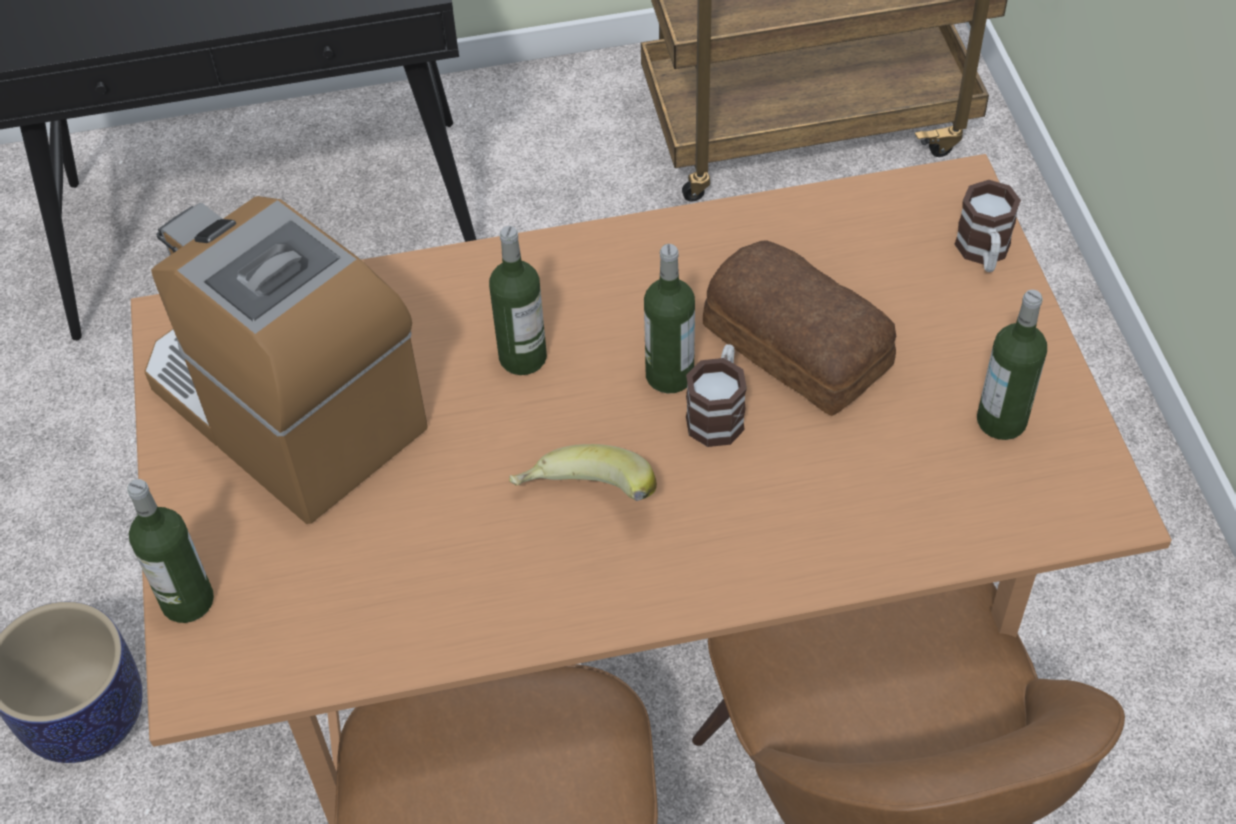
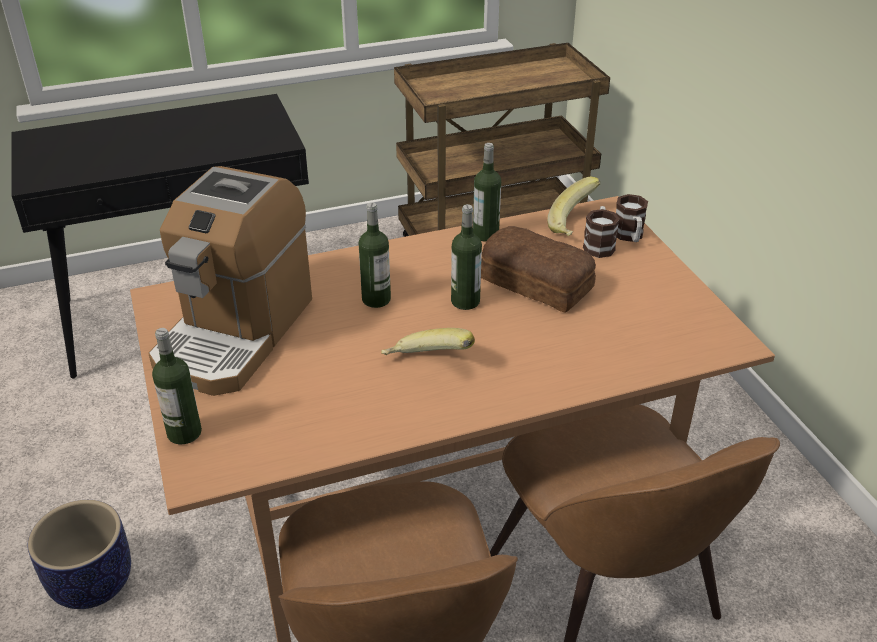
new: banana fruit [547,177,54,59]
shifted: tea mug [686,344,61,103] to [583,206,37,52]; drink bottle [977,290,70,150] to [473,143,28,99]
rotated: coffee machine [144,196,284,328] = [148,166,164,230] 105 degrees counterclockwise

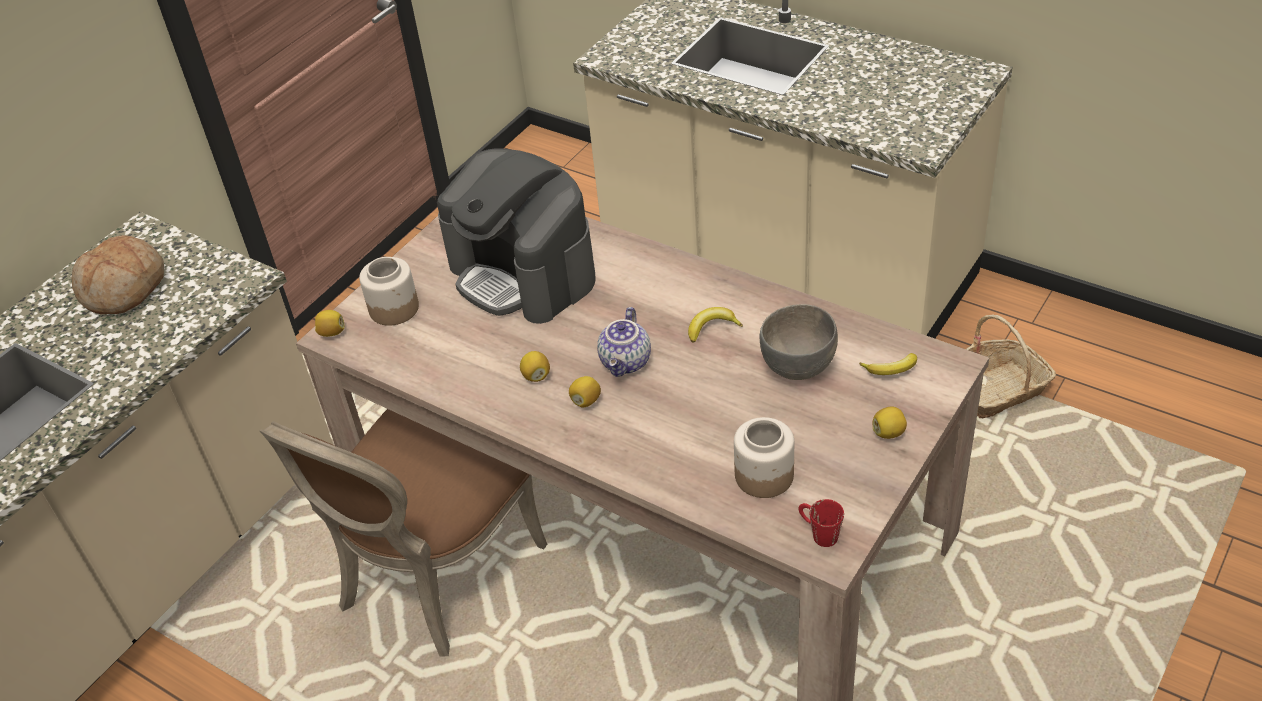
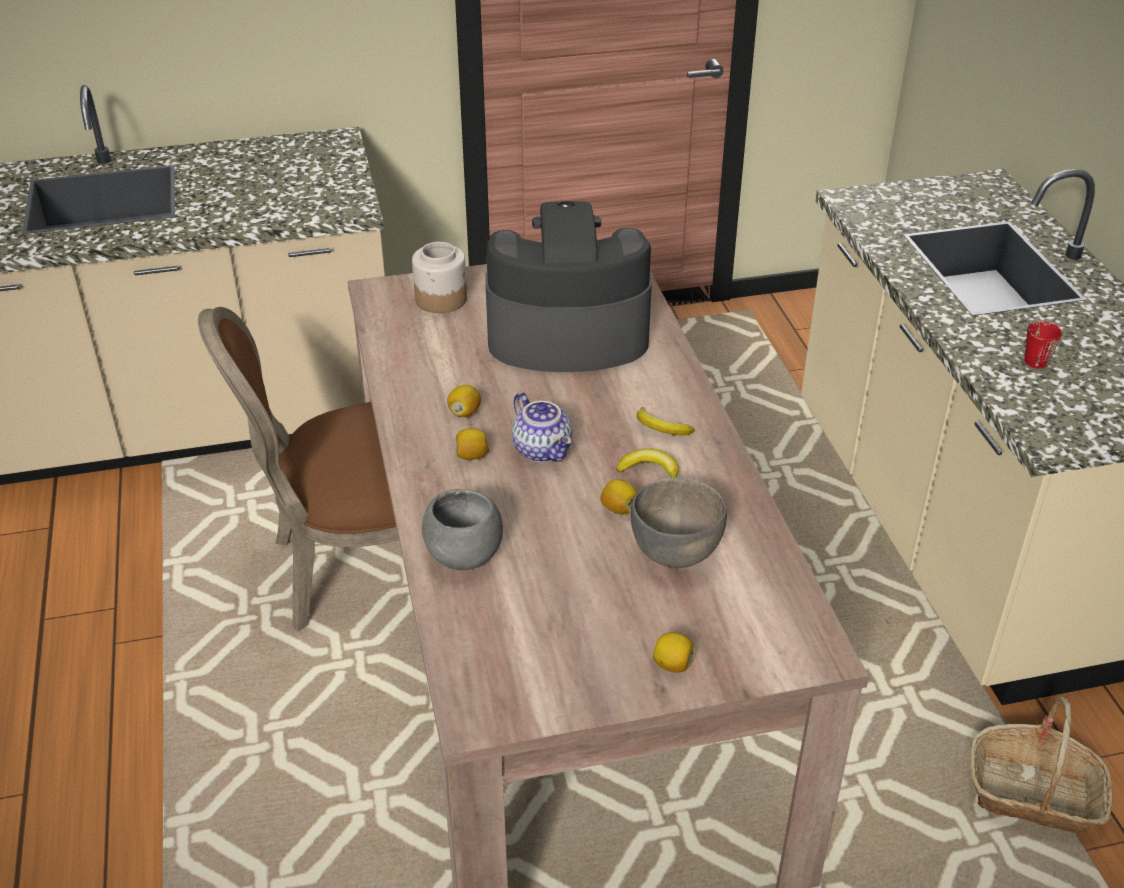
gone: bread [71,235,93,79]; storage jar [734,417,60,81]
new: deep dish (greyish) [422,489,81,81]
shifted: whole lemon [315,310,30,27] to [600,479,37,35]; tea mug (red-coloured) [799,499,45,48] to [1024,321,38,48]; banana fruit [859,353,58,22] to [637,407,58,29]
rotated: coffee machine [437,149,159,175] = [485,201,167,171] 90 degrees clockwise; teapot [597,307,54,70] = [512,392,60,71] 90 degrees counterclockwise

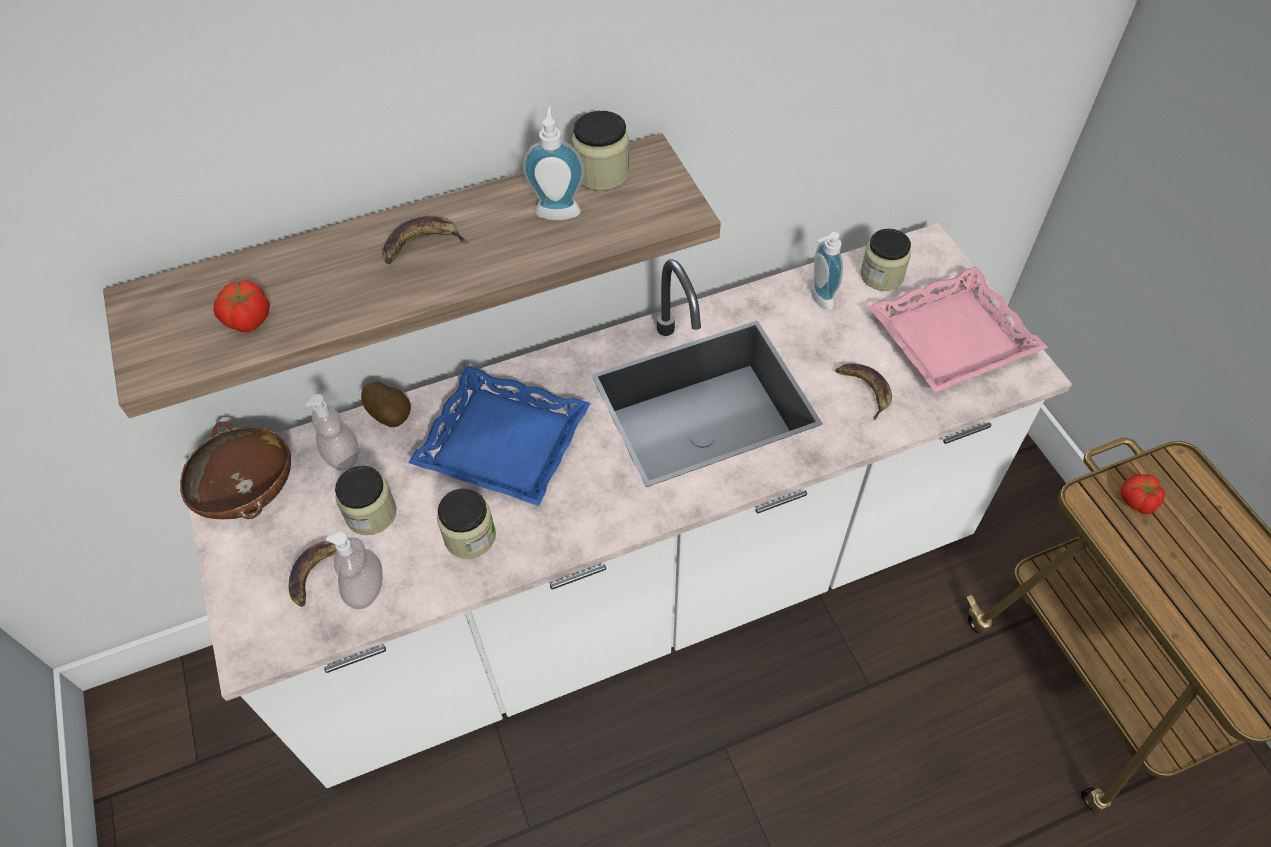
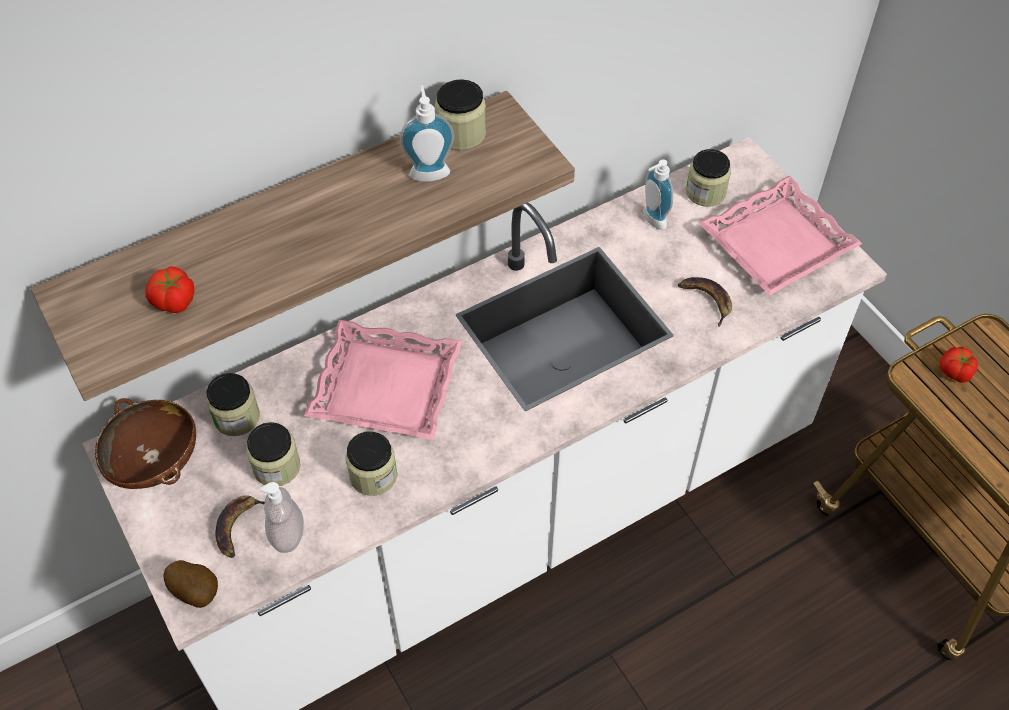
gone: banana fruit [382,216,86,48]
shifted: potato [361,382,50,45] to [164,560,54,48]
swapped: soap bottle [305,394,54,77] to storage jar [206,373,54,63]
repainted: carrying tray (blue-coloured) [408,366,183,140] to carrying tray (pink-coloured) [304,320,158,120]

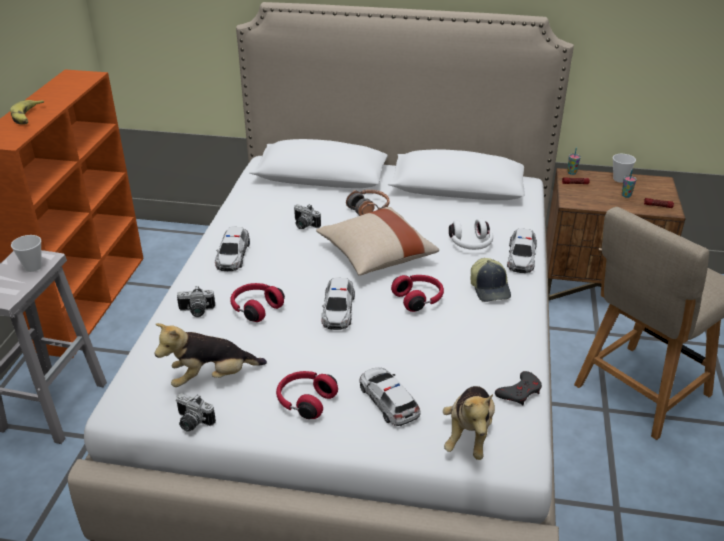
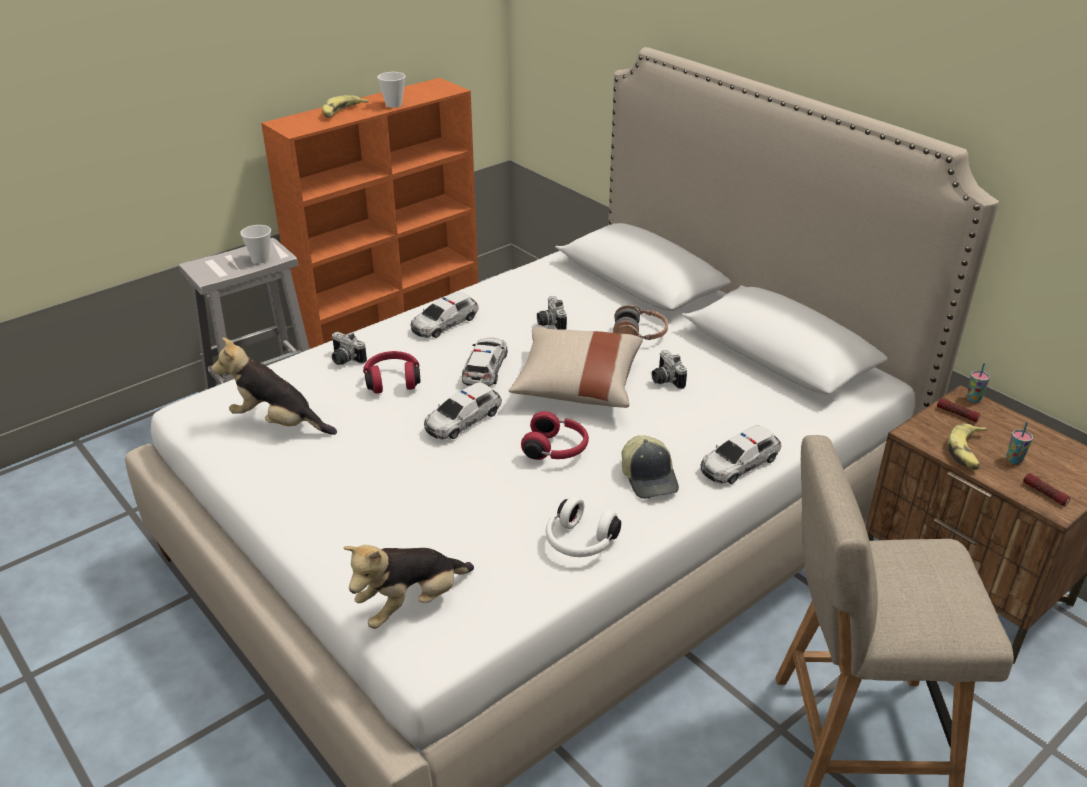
gone: pair of headphones (red-coloured) [276,371,62,48]; game controller (greyish) [495,371,47,34]
new: banana fruit [948,423,39,47]
shifted: still camera [175,393,41,39] to [652,350,35,39]; model car [360,368,61,58] to [462,338,45,49]; pair of headphones (whitish) [449,218,44,32] to [546,496,75,61]; cup [613,154,23,29] to [377,72,29,36]
rotated: cap [470,258,41,44] = [622,435,57,64] 45 degrees counterclockwise

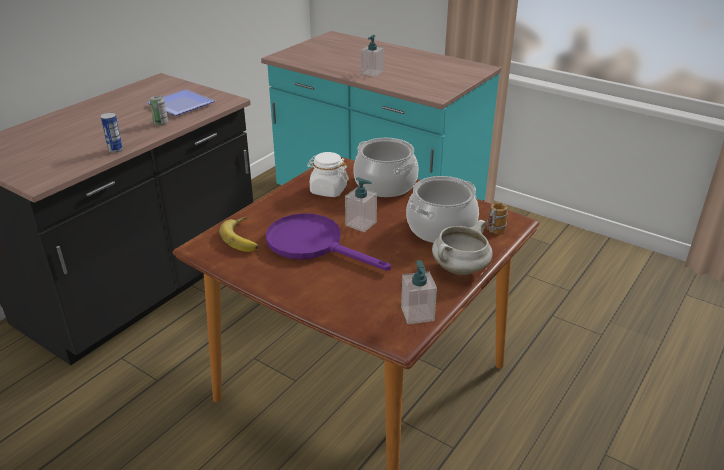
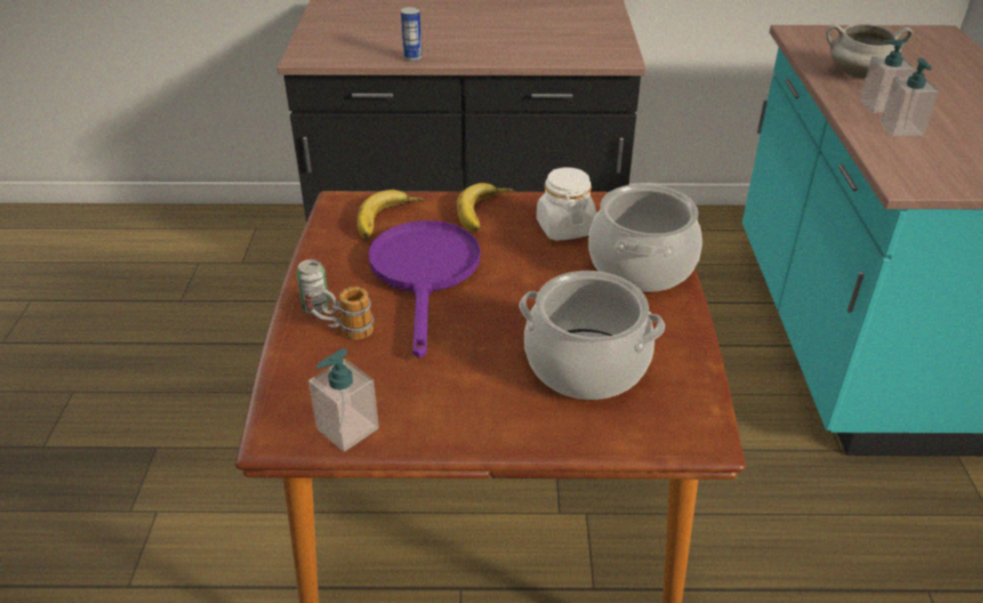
gone: plate [147,89,68,27]
new: banana fruit [457,183,57,49]
shifted: can [150,95,18,30] to [296,259,34,55]; soap bottle [345,177,32,55] to [880,58,59,78]; cooking pot (whitish) [432,220,61,55] to [826,23,87,55]; tea mug [487,203,21,31] to [304,287,70,53]

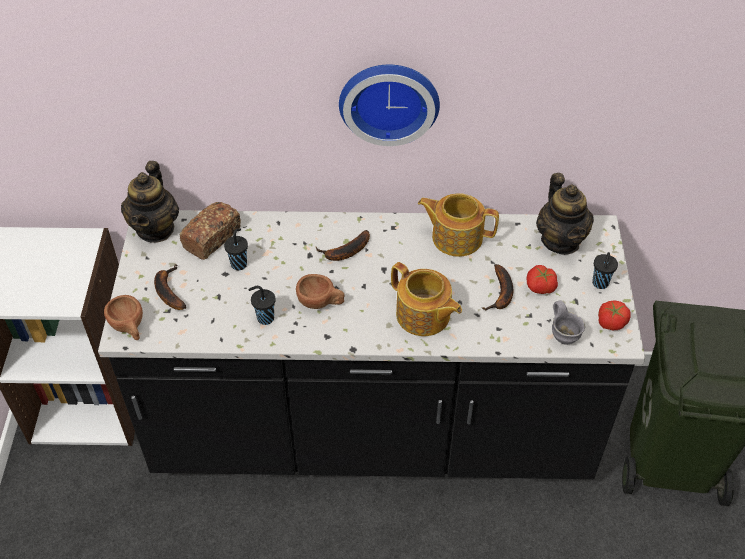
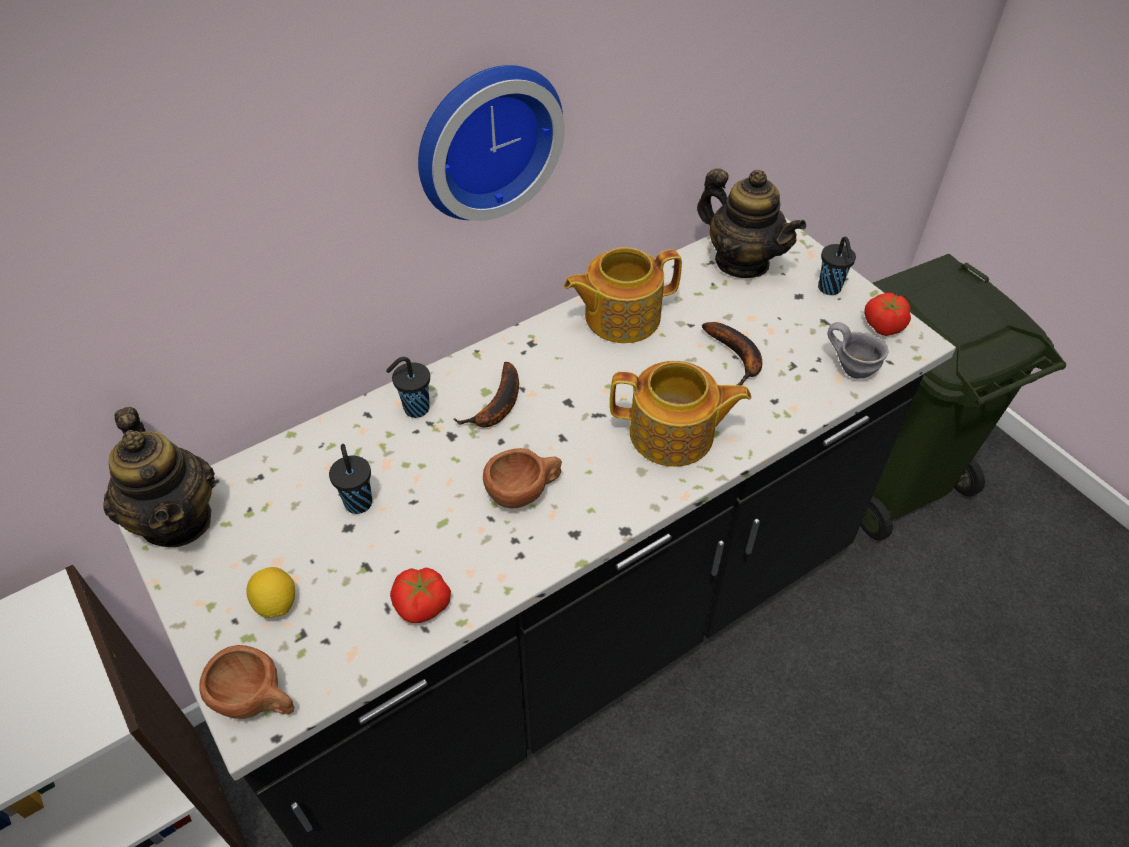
gone: bread [180,202,61,58]
shifted: cup (black-coloured) [249,286,27,39] to [386,357,44,61]; whole tomato [526,265,32,29] to [390,567,61,56]
swapped: banana fruit [154,264,32,46] to whole lemon [246,567,49,51]

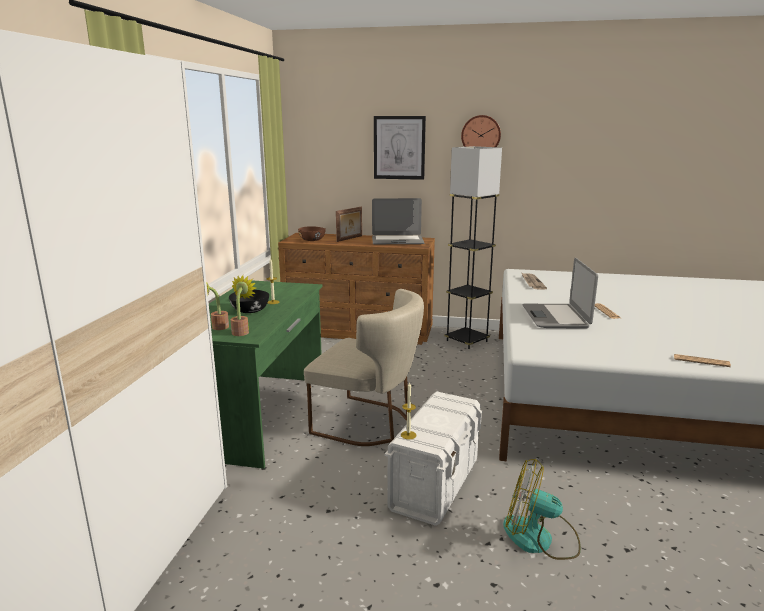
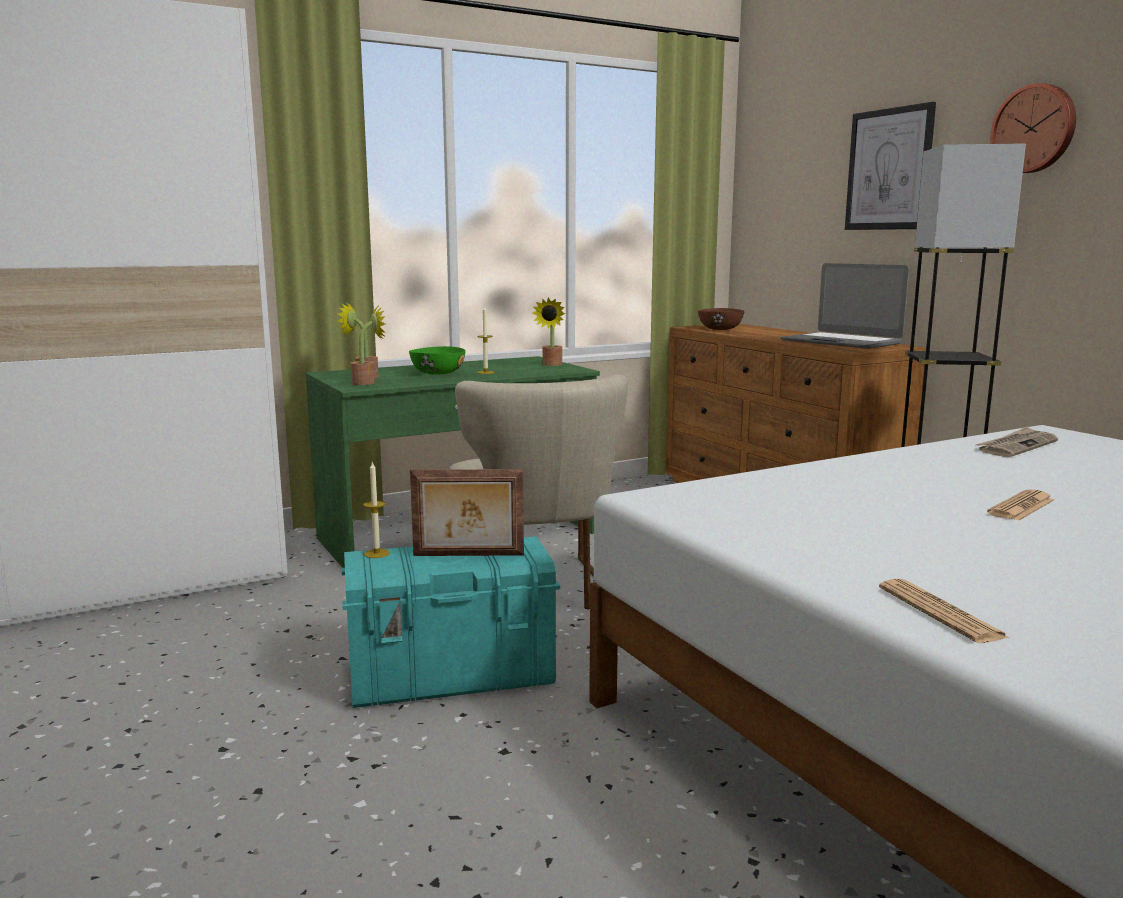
gone: electric fan [503,459,78,101]; portable computer [522,258,76,70]
new: potted plant [532,298,33,68]
shifted: picture frame [336,207,26,35] to [410,469,114,87]
repainted: deep dish (black-coloured) [229,290,40,23] to deep dish (green) [409,346,57,29]; storage bin (whitish) [385,391,98,135] to storage bin (turquoise-coloured) [342,537,218,171]

